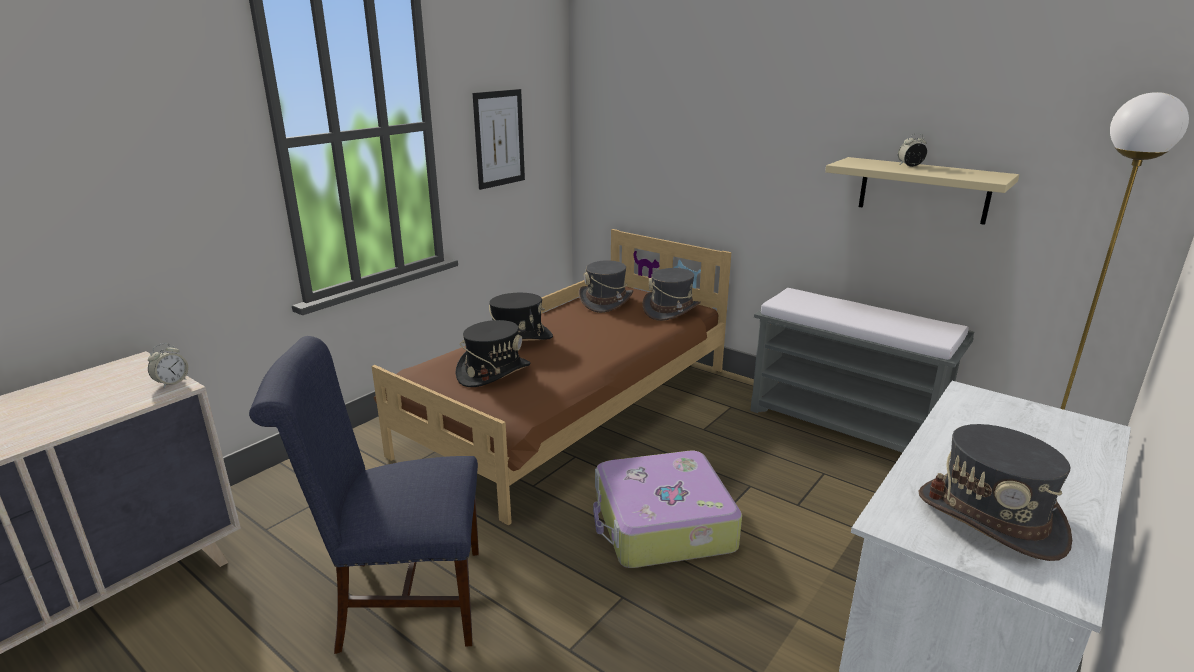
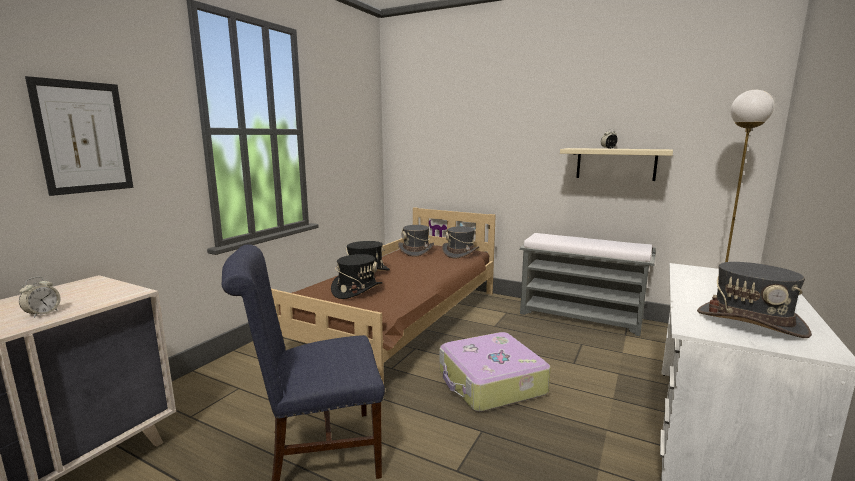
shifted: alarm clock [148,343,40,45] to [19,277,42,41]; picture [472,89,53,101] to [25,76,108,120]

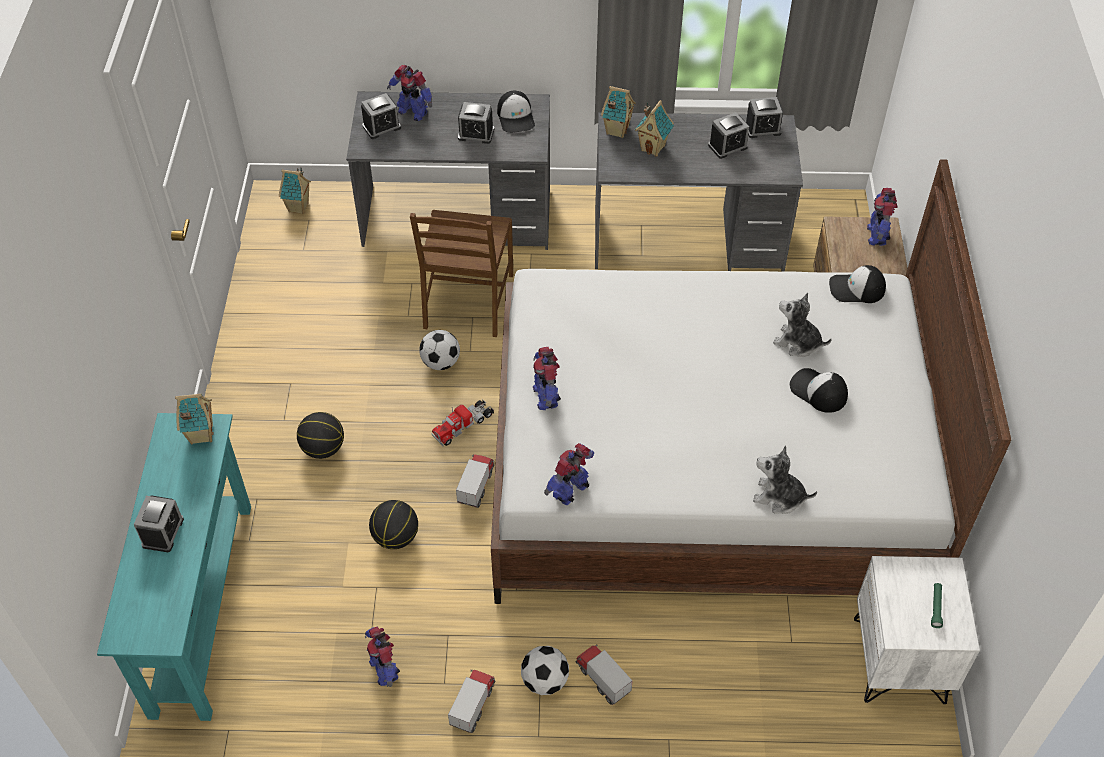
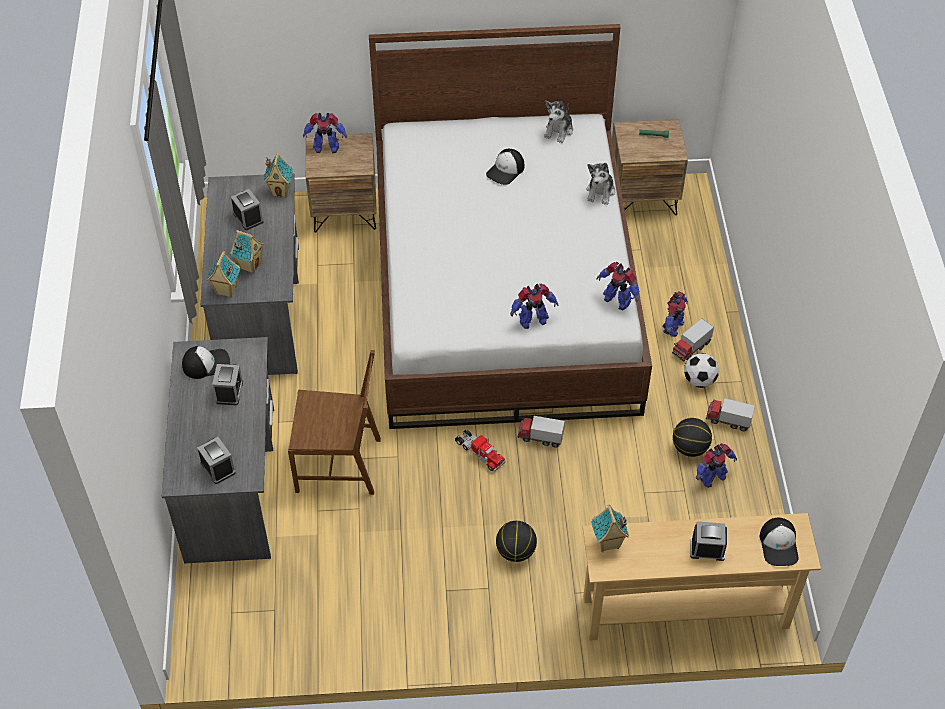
gone: football [419,330,41,40]; alarm clock [745,97,38,41]
shifted: miniature house [279,168,32,46] to [263,152,30,46]; ball for basketball [369,500,49,49] to [673,418,39,39]; robot figure [387,65,45,56] to [662,291,26,46]; plush toy [773,292,59,65] to [544,101,29,42]; cap [829,265,57,38] to [760,518,39,48]
repainted: narrow table (turquoise-coloured) [97,413,154,308] to narrow table (sand-coloured) [583,513,238,128]; bedside table (whitish) [854,556,126,148] to bedside table (brown-coloured) [612,119,76,96]

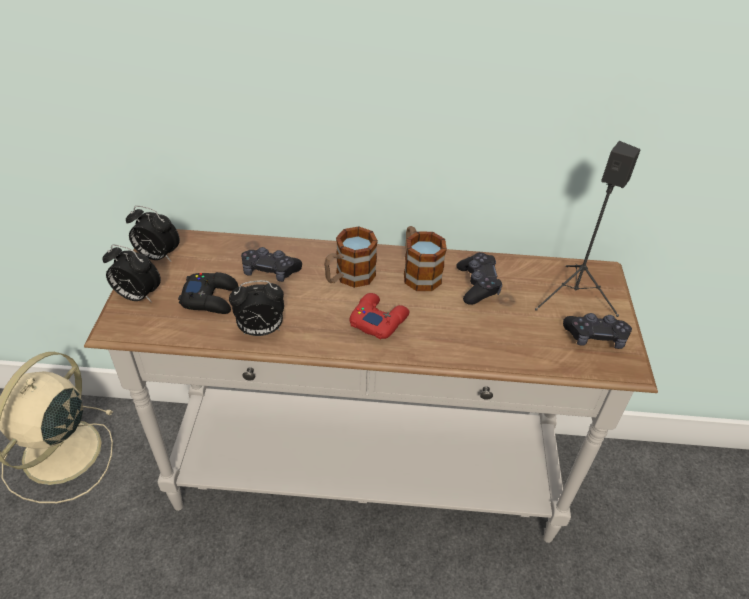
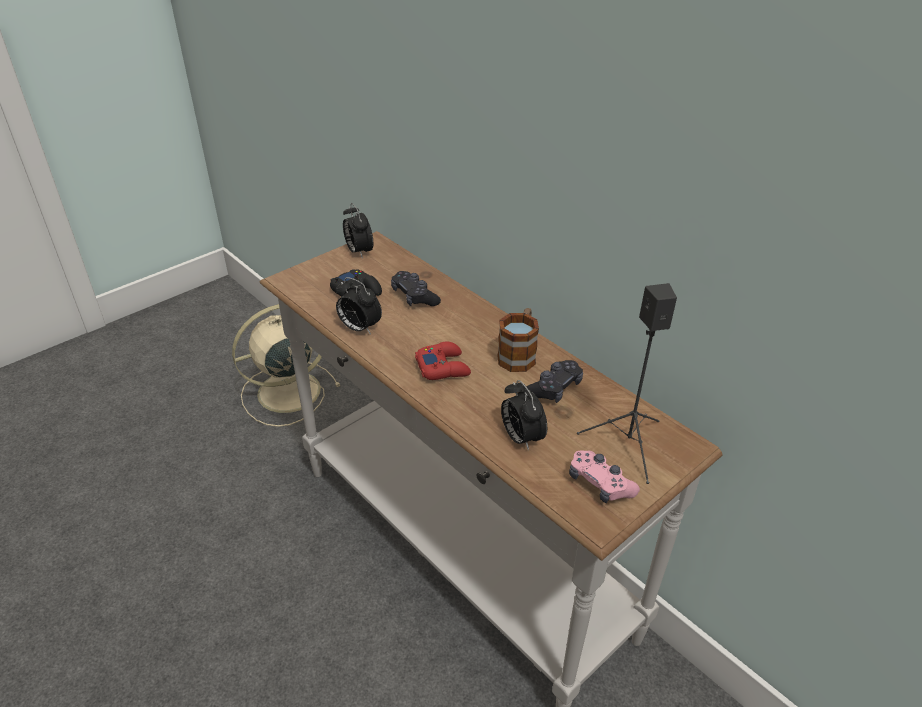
gone: tea mug [324,226,54,62]
shifted: alarm clock [102,245,59,57] to [501,380,46,71]
repainted: game controller (black-coloured) [563,313,69,36] to game controller (pink-coloured) [569,451,71,52]

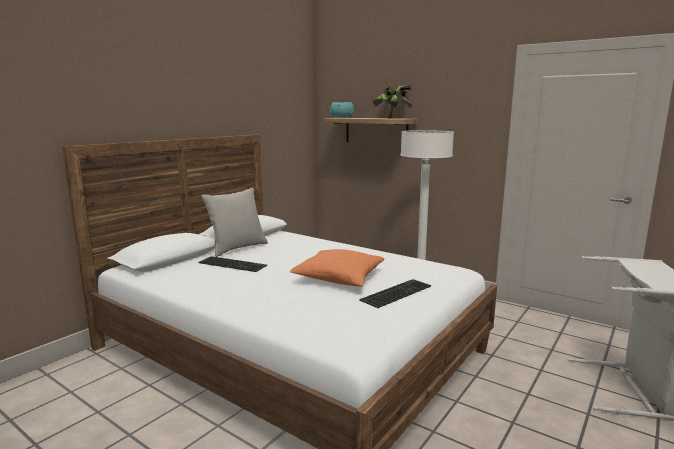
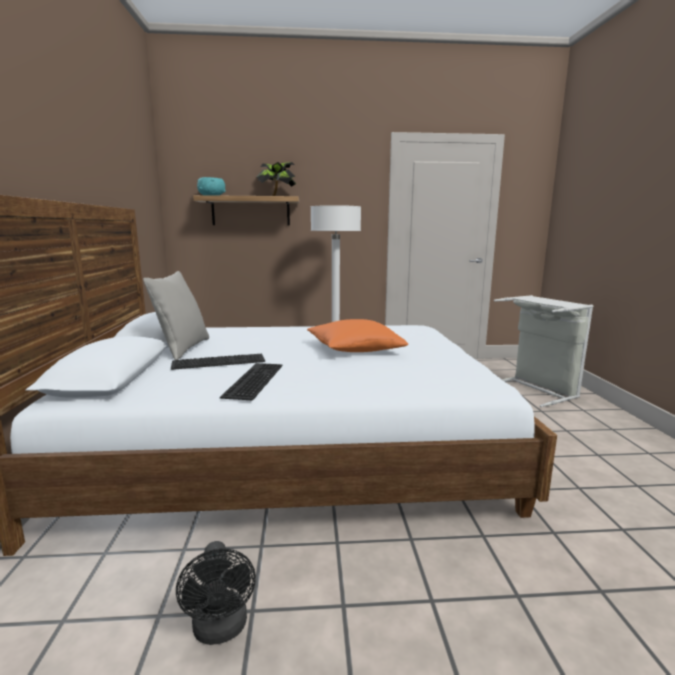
new: electric fan (black-coloured) [176,541,80,104]
shifted: computer keyboard [359,279,72,29] to [220,363,63,38]

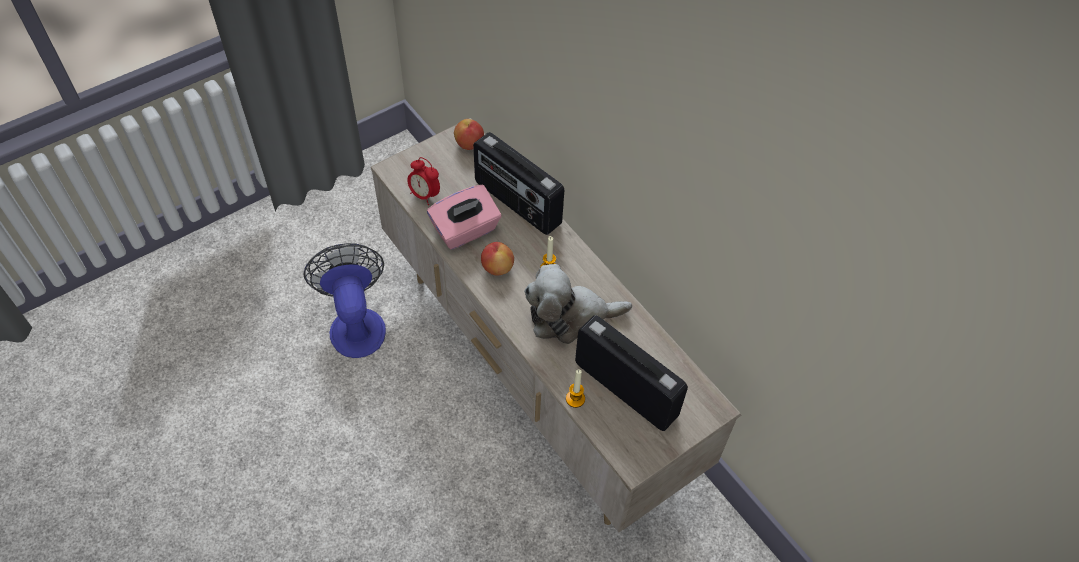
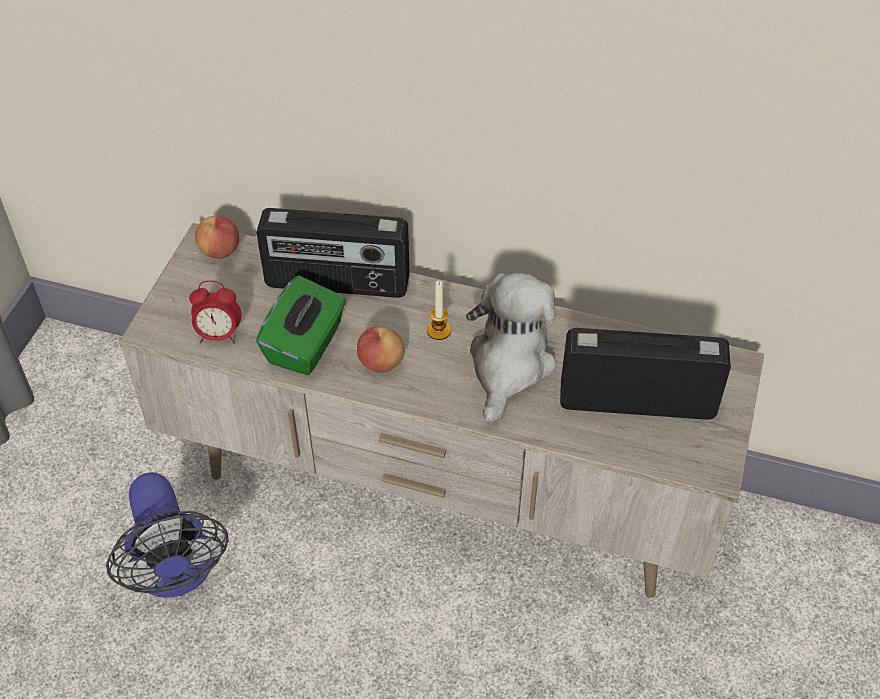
gone: wax light [566,369,19,39]
repainted: tissue holder (pink-coloured) [427,185,74,65] to tissue holder (green) [256,275,90,100]
rotated: electric fan [304,243,82,115] = [106,472,122,126] 150 degrees counterclockwise; plush toy [524,264,108,80] = [466,273,91,151] 150 degrees clockwise

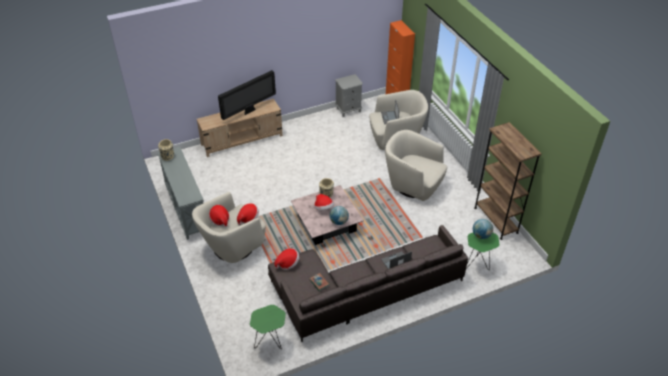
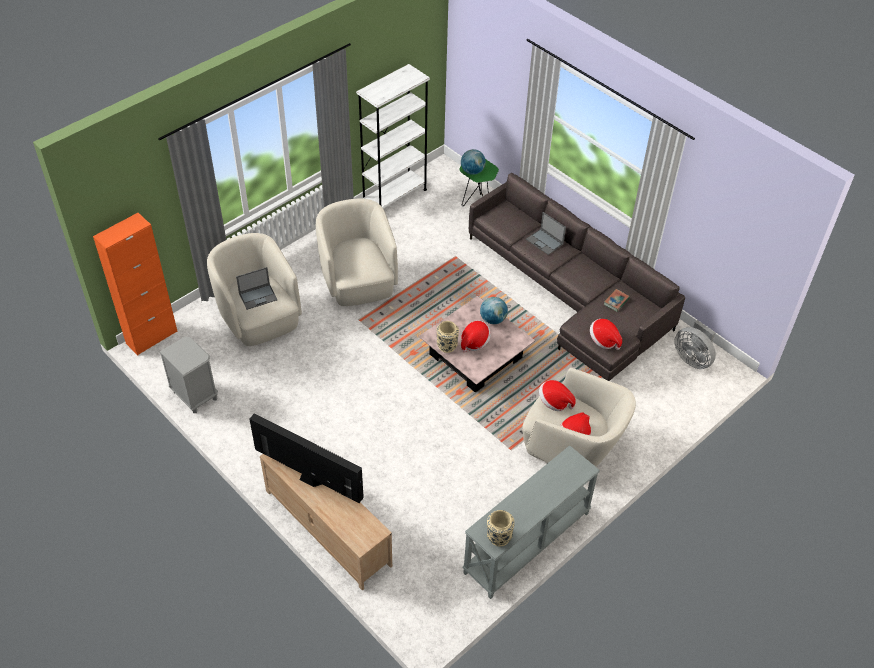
swapped: side table (green) [250,305,36,44] to electric fan (greyish) [674,320,42,49]
repainted: bookcase (brown-coloured) [474,122,68,118] to bookcase (whitish) [356,64,74,144]
rotated: easy chair (sand-coloured) [385,130,63,71] = [316,199,82,107] 150 degrees clockwise

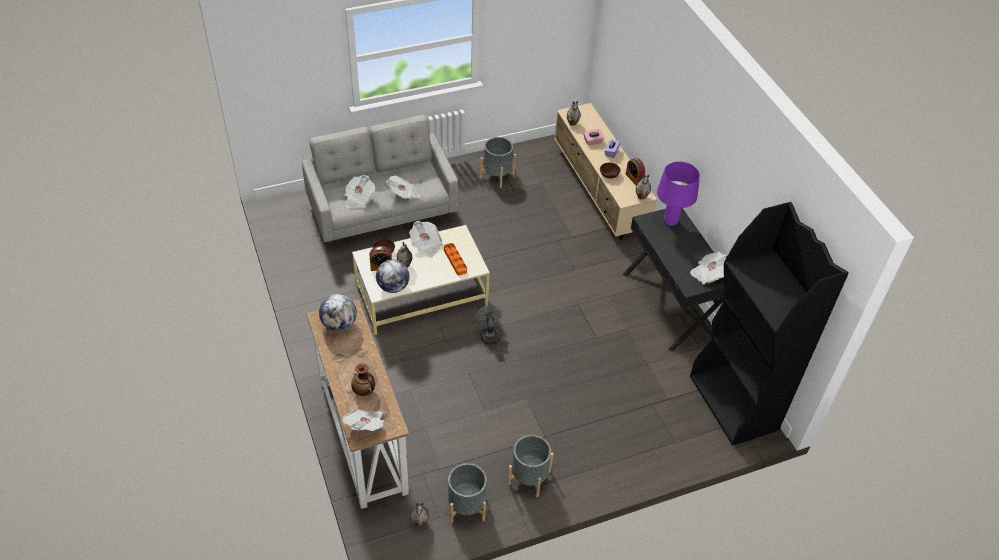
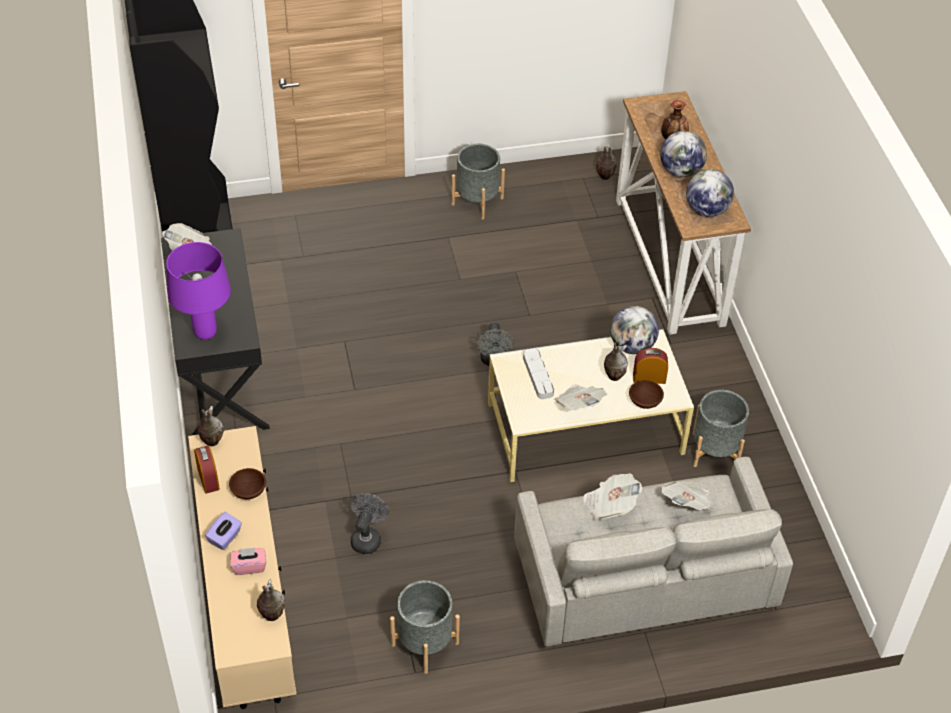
gone: printed paper [343,409,41,22]
new: electric fan (greyish) [351,493,38,61]; desk globe [660,131,47,46]
shifted: planter (greyish) [448,463,39,60] to [693,390,56,77]
repainted: carrying tray (orange-coloured) [444,243,23,32] to carrying tray (greyish) [523,348,31,51]

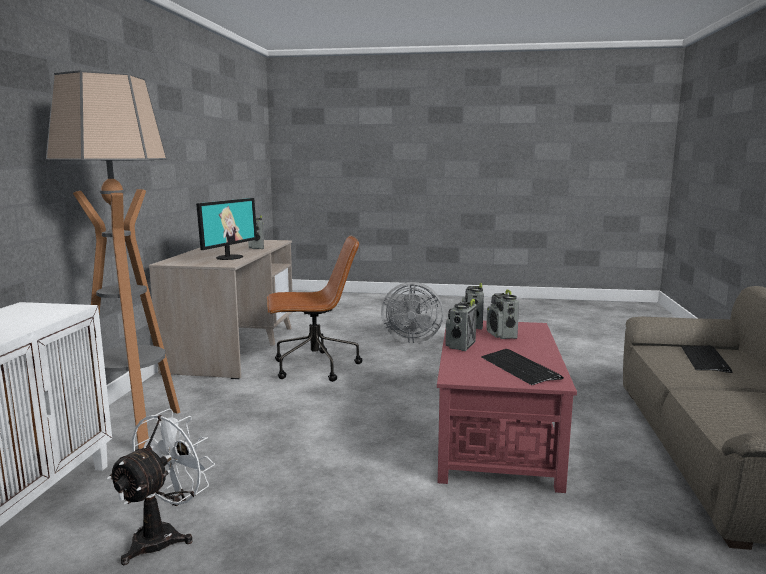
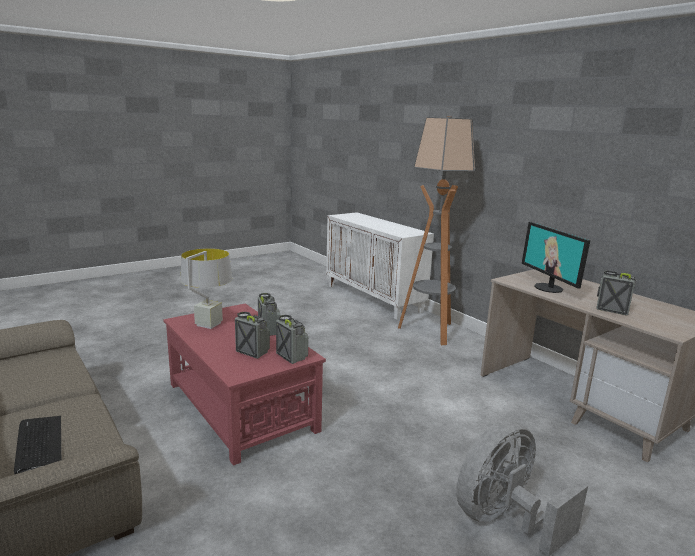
gone: electric fan (whitish) [107,408,108,157]; desk chair (brown-coloured) [267,236,95,146]
swapped: computer keyboard [481,349,83,36] to tabletop lamp (greyish) [181,248,51,81]

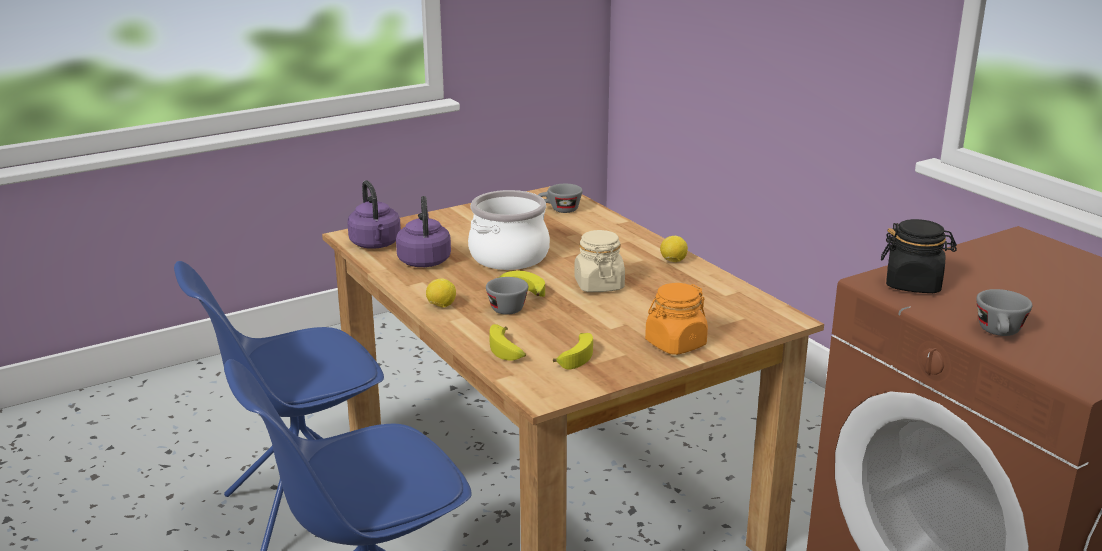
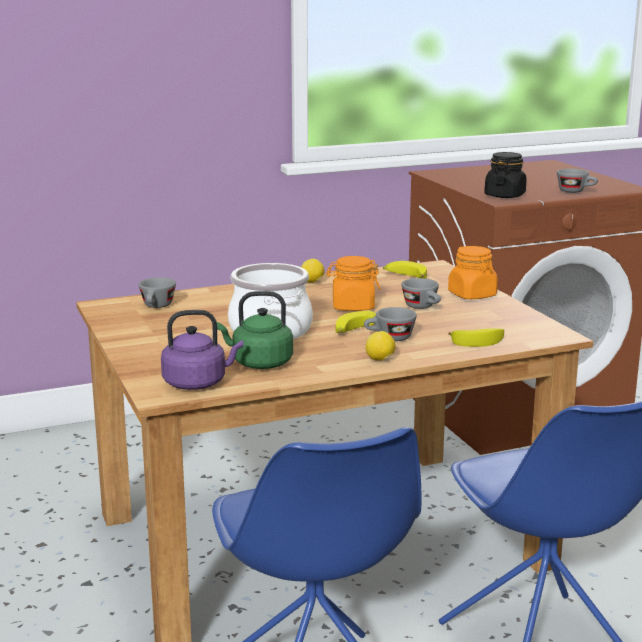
new: cup (greyish) [401,278,40,31]
shifted: banana fruit [553,333,40,37] to [383,261,44,18]
repainted: water kettle (purplish) [396,196,55,71] to water kettle (green) [217,291,76,78]; storage jar (sand-coloured) [574,230,51,62] to storage jar (orange-coloured) [326,256,54,55]

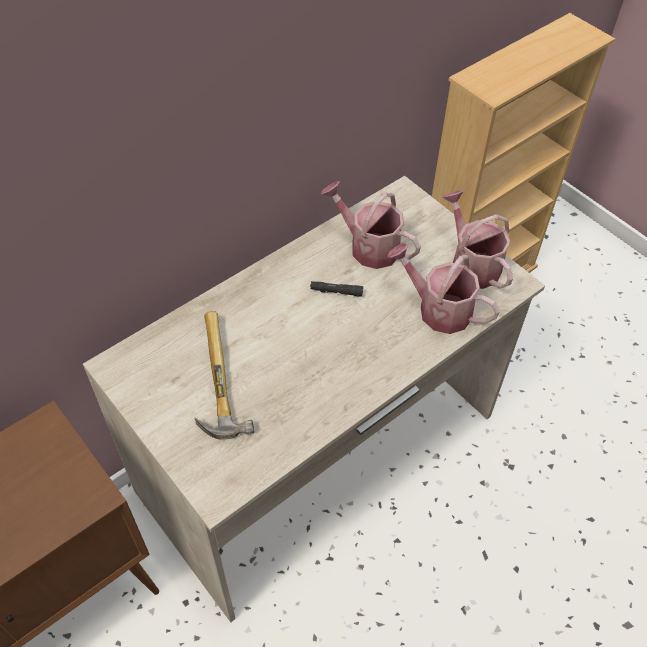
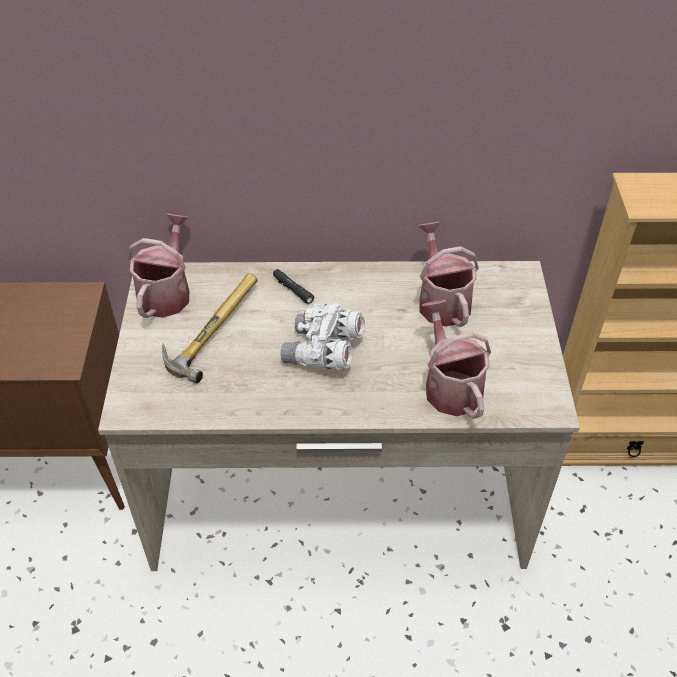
new: field glasses (whitish) [281,303,84,67]
shifted: flashlight (black-coloured) [310,281,53,16] to [273,269,41,35]; watering pot [442,190,71,99] to [127,214,62,104]

